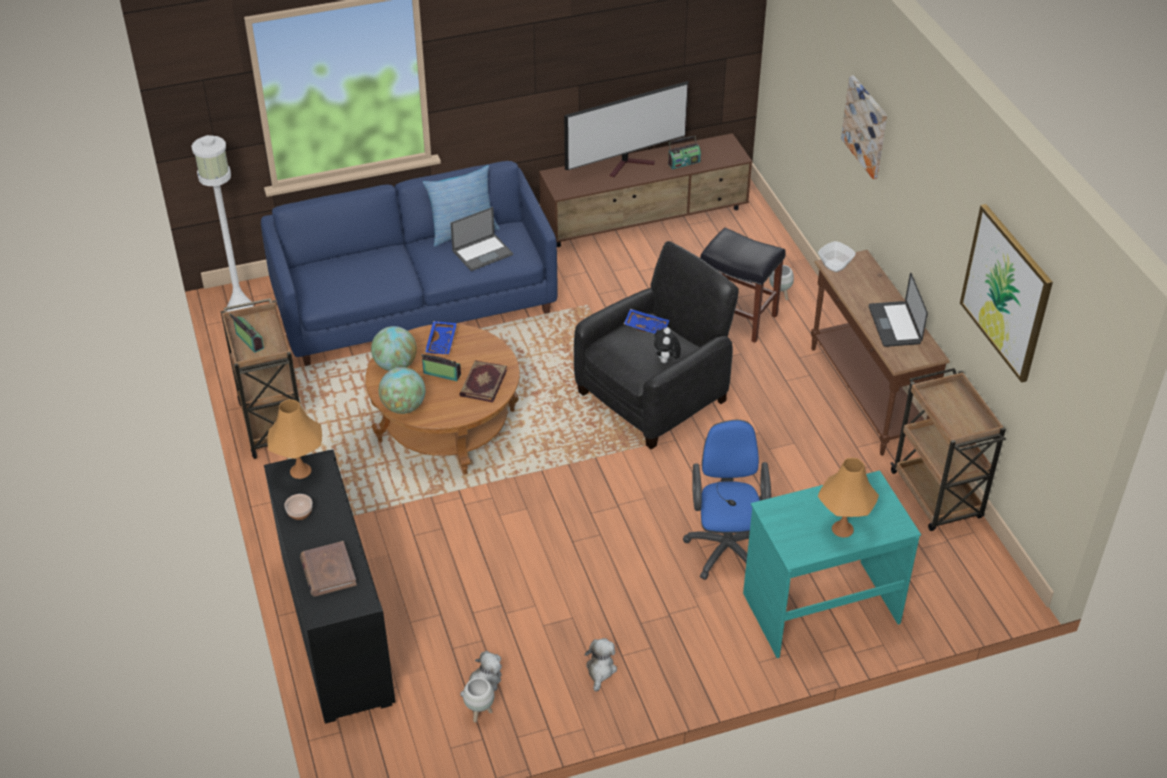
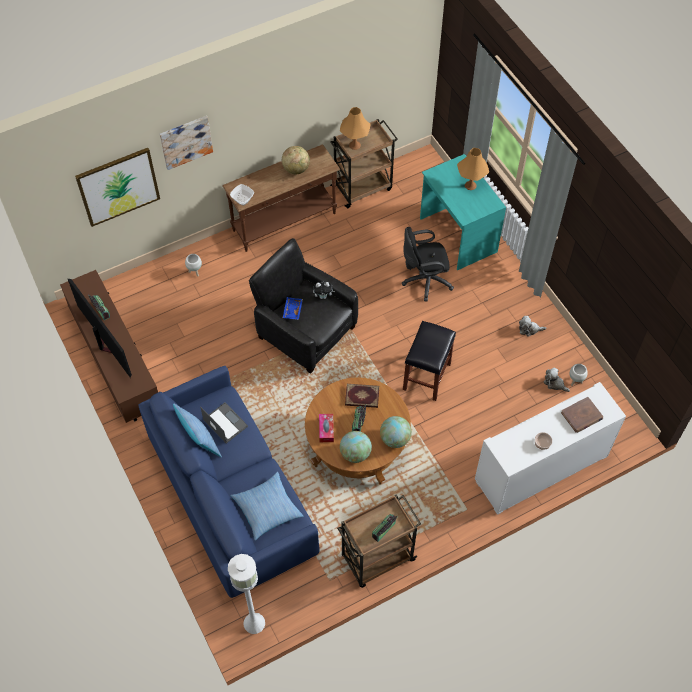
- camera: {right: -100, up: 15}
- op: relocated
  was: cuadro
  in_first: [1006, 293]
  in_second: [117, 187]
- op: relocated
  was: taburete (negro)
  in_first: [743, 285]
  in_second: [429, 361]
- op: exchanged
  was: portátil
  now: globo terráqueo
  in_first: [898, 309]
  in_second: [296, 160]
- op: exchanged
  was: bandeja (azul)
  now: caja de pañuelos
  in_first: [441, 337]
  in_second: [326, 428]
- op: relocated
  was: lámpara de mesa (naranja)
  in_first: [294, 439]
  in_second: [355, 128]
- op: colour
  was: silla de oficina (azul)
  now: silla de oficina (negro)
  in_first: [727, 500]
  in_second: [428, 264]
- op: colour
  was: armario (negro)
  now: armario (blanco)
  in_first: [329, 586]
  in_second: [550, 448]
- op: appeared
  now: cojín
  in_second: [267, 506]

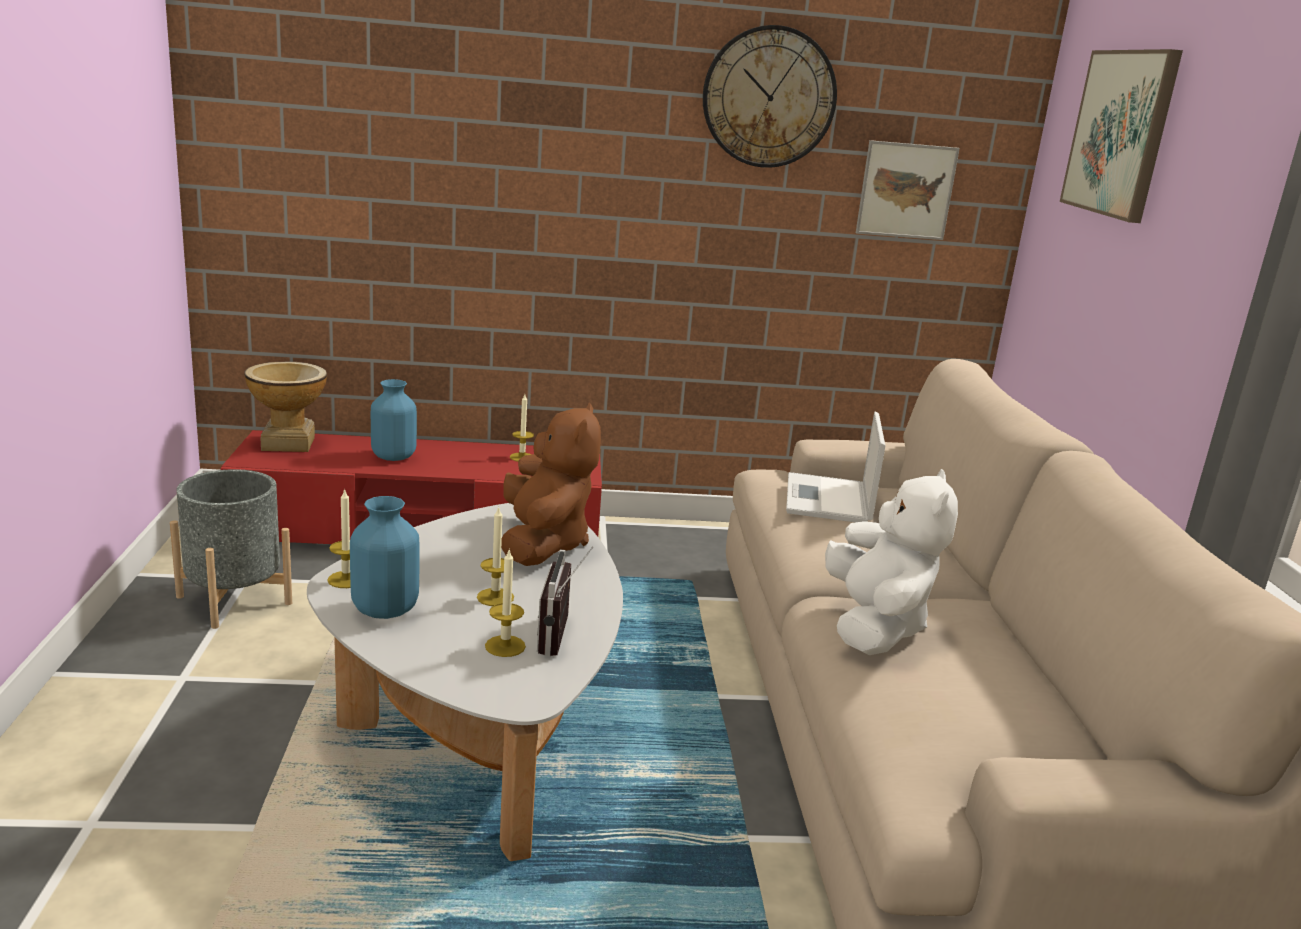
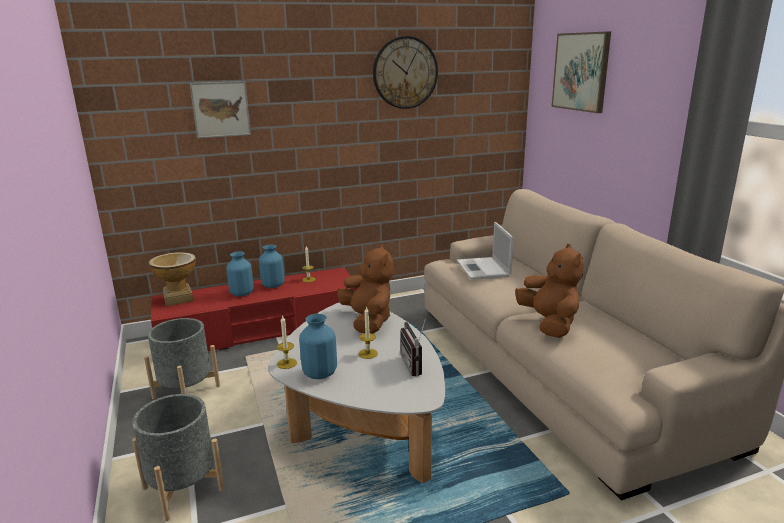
- camera: {right: -15, up: 0}
- op: relocated
  was: cuadro
  in_first: [908, 190]
  in_second: [220, 110]
- op: colour
  was: peluche (blanco)
  now: peluche (marrón)
  in_first: [891, 562]
  in_second: [549, 291]
- op: missing
  was: vela
  in_first: [505, 603]
- op: appeared
  now: florero (azul)
  in_second: [272, 266]
- op: appeared
  now: maceta (gris)
  in_second: [178, 457]

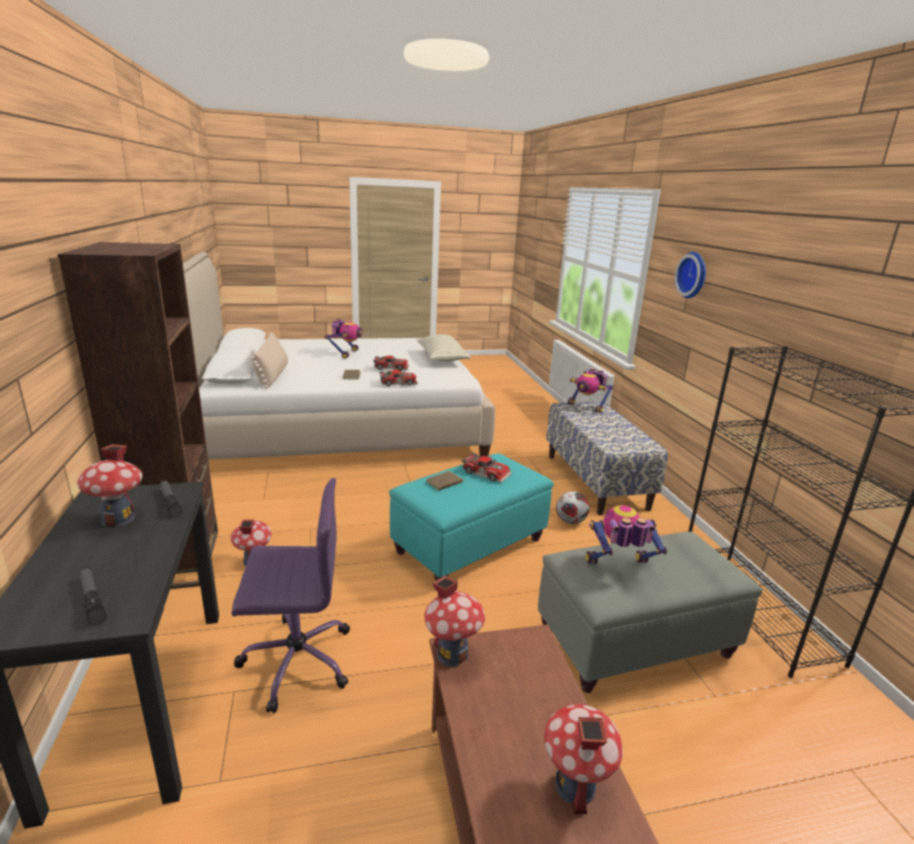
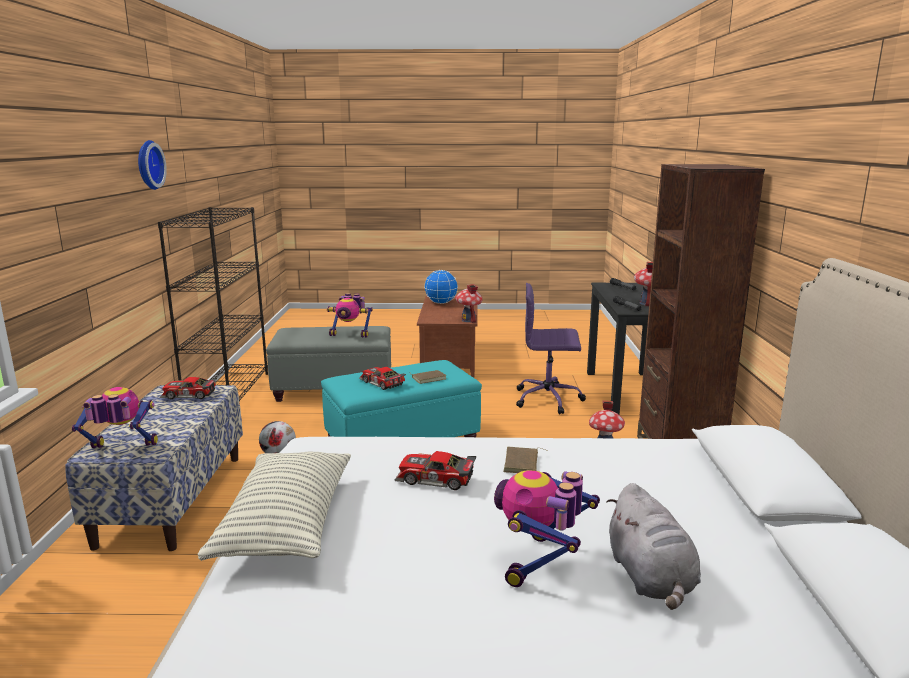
- camera: {right: -165, up: -5}
- op: relocated
  was: reloj de pared
  in_first: [690, 275]
  in_second: [152, 165]
- op: missing
  was: cojín (beis)
  in_first: [269, 360]
- op: spun
  was: robot de juguete
  in_first: [591, 390]
  in_second: [115, 417]
  clockwise: -60
- op: relocated
  was: coche de juguete
  in_first: [398, 378]
  in_second: [188, 388]
- op: exchanged
  was: casita
  now: globo terráqueo
  in_first: [583, 759]
  in_second: [441, 287]
- op: appeared
  now: peluche (gris)
  in_second: [654, 546]

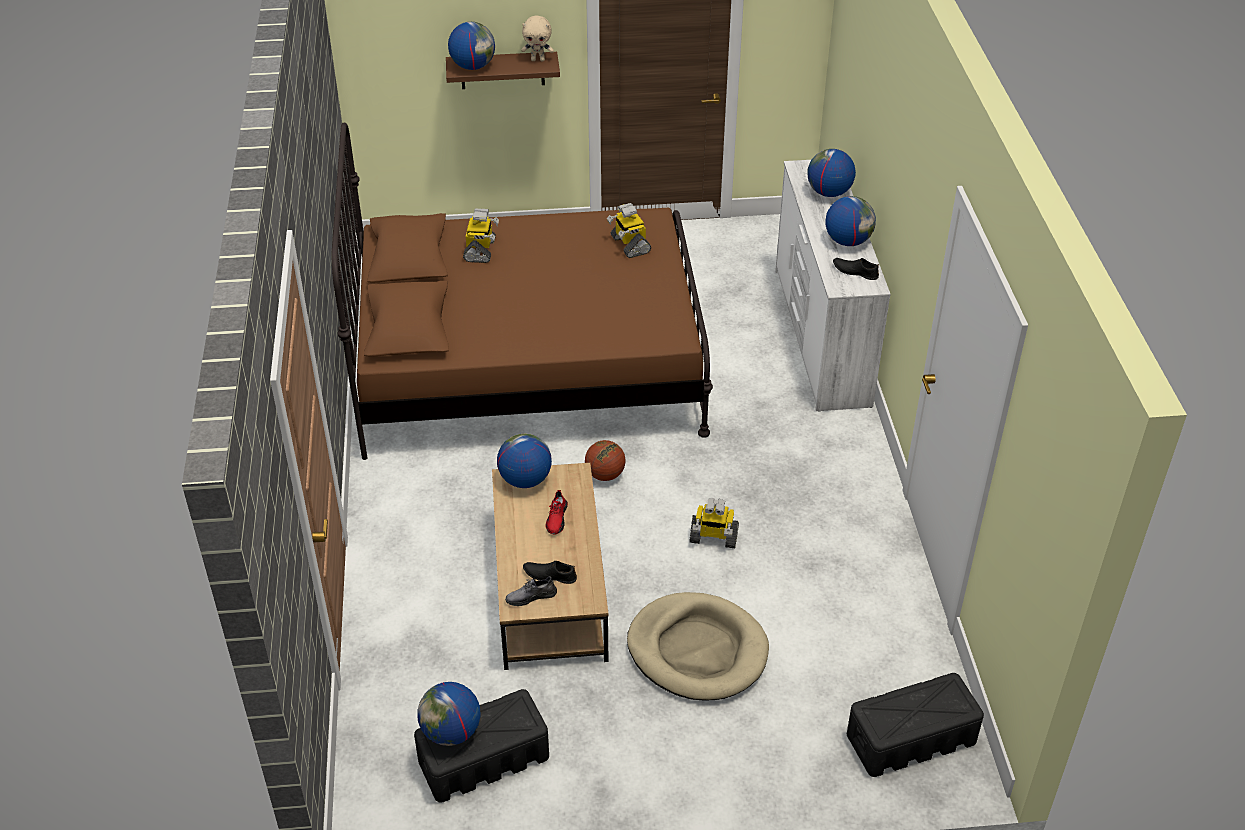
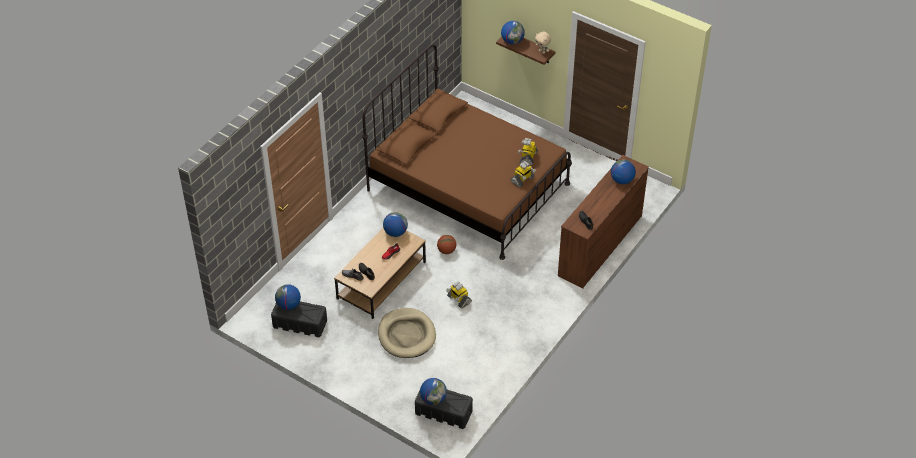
- camera: {right: 40, up: 5}
- op: colour
  was: cómoda (blanco)
  now: cómoda (marrón)
  in_first: [833, 286]
  in_second: [603, 222]
- op: relocated
  was: globo terráqueo
  in_first: [850, 221]
  in_second: [433, 391]
- op: relocated
  was: robot de juguete
  in_first: [481, 236]
  in_second: [523, 174]

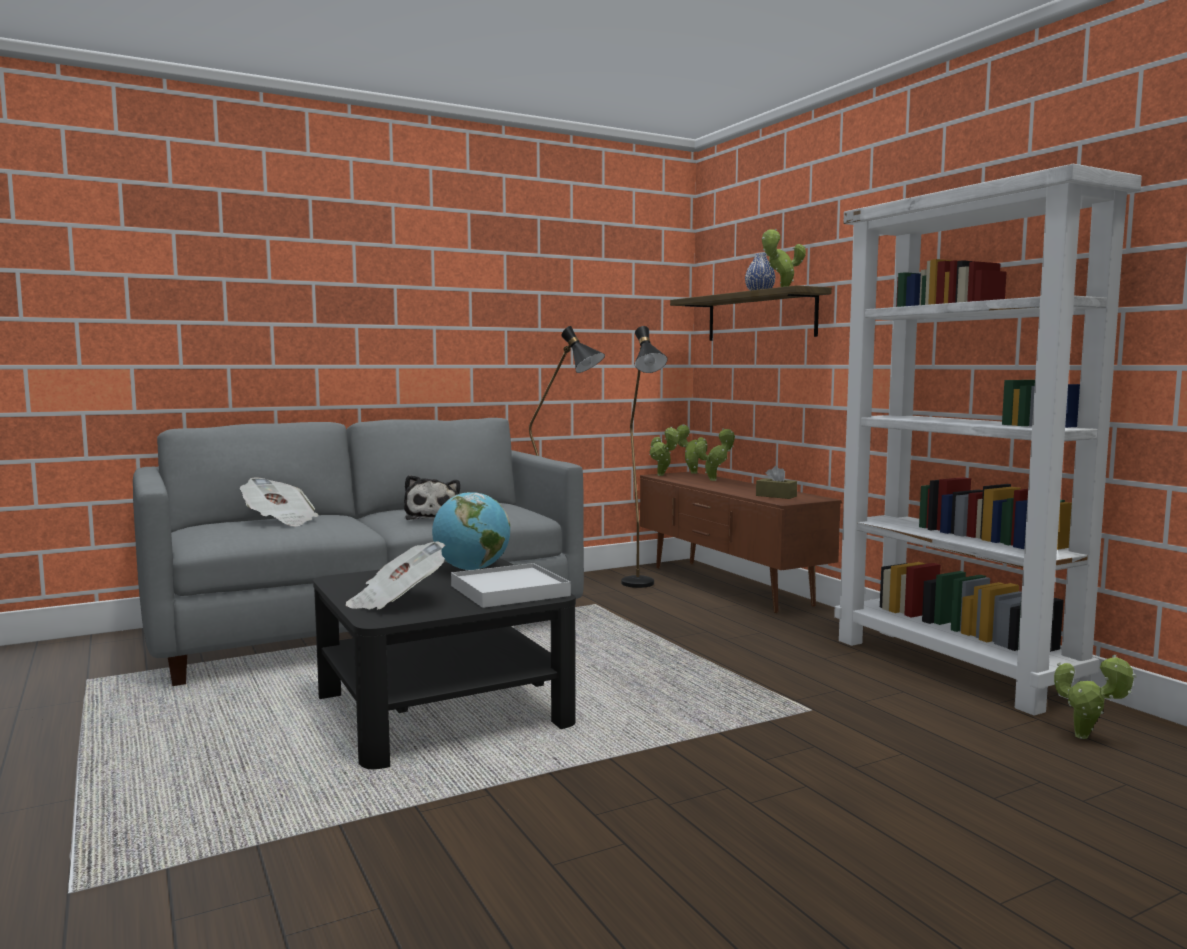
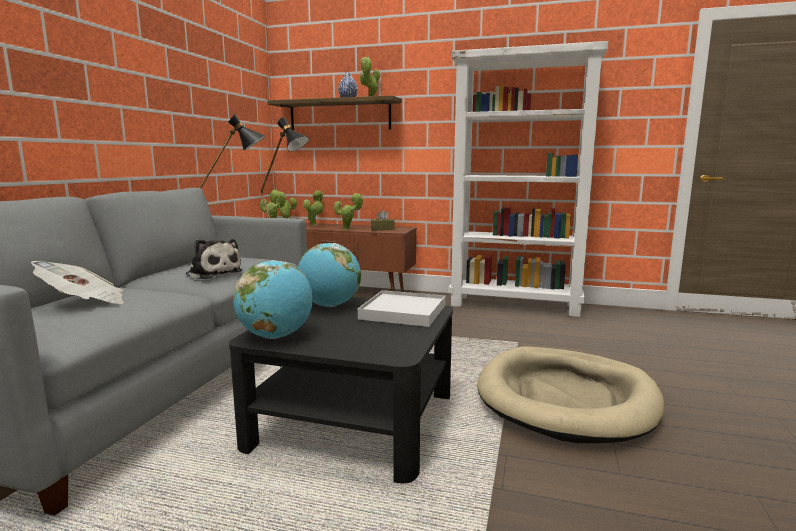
- camera: {right: -45, up: 5}
- op: missing
  was: periódico
  in_first: [395, 575]
- op: relocated
  was: planta en maceta
  in_first: [1095, 697]
  in_second: [349, 211]
- op: appeared
  now: globo terráqueo
  in_second: [273, 299]
- op: appeared
  now: cama para perro (beis)
  in_second: [570, 395]

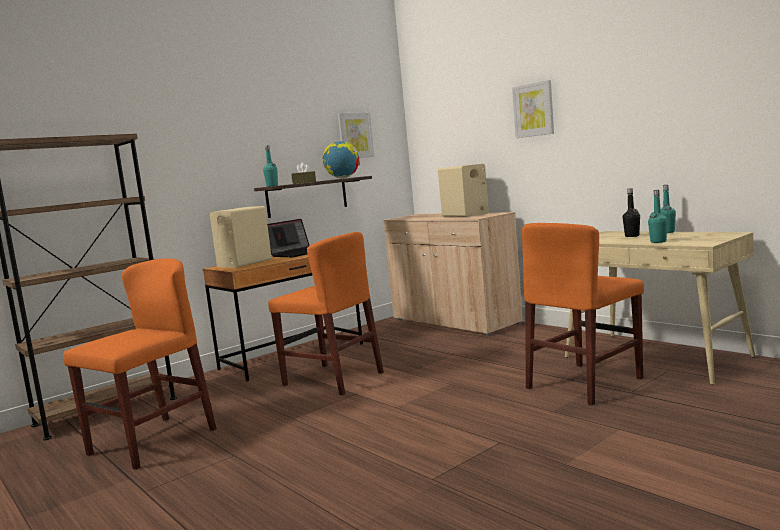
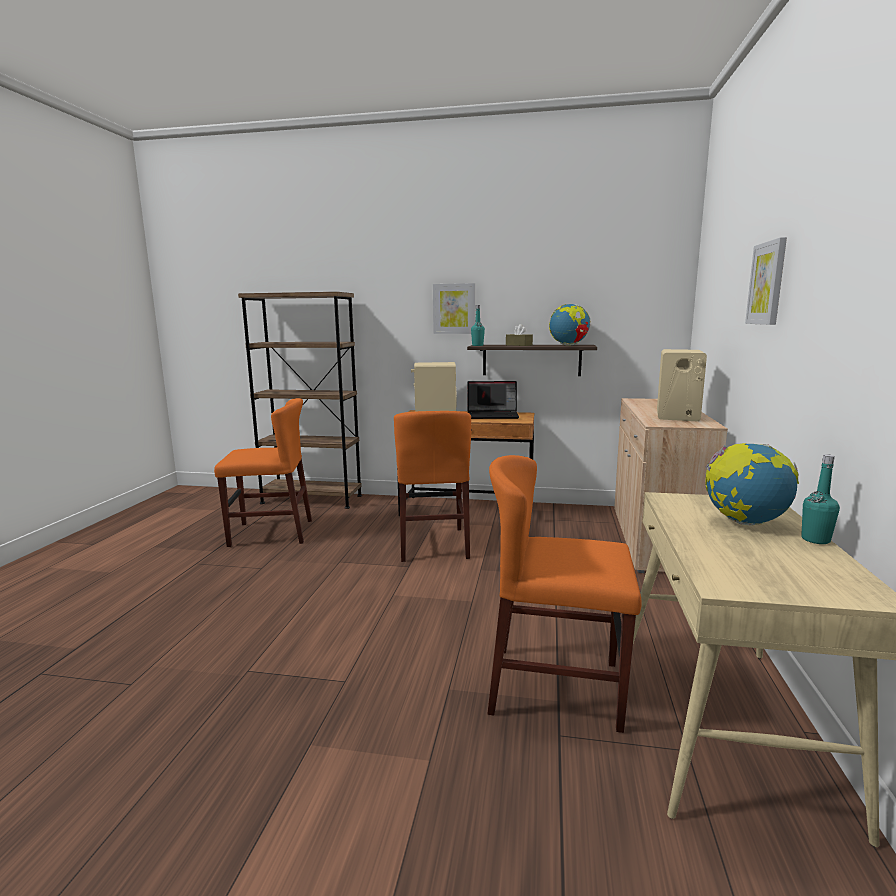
- camera: {right: 50, up: 5}
- op: relocated
  was: cuadro
  in_first: [356, 135]
  in_second: [454, 308]
- op: exchanged
  was: botella (negro)
  now: globo terráqueo
  in_first: [631, 212]
  in_second: [752, 484]
- op: missing
  was: botella (turquesa)
  in_first: [658, 216]

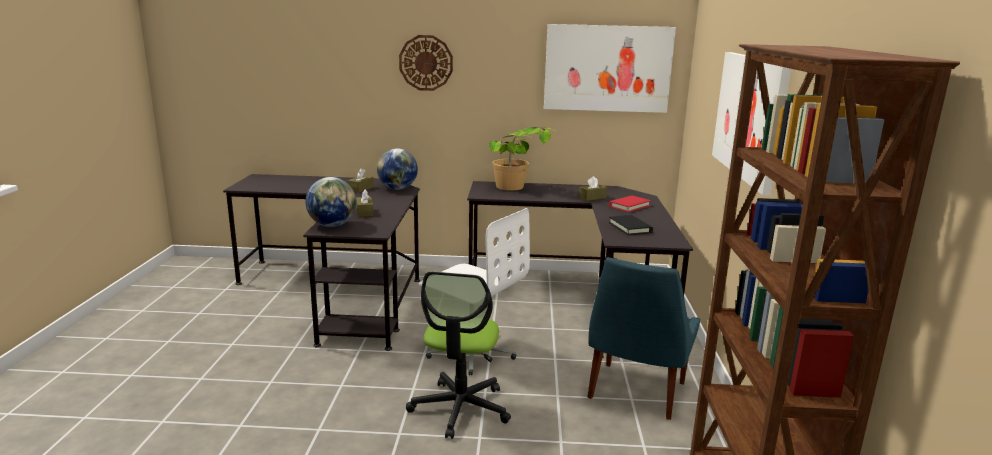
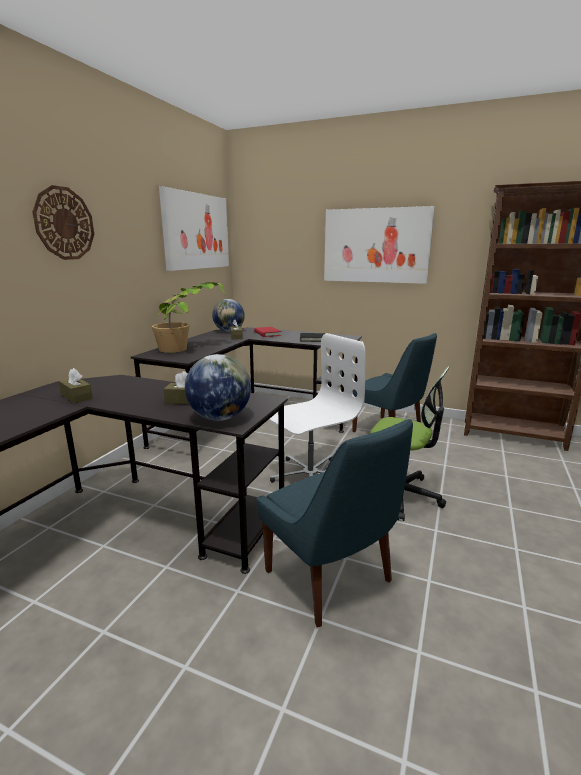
- camera: {right: -70, up: 0}
- op: relocated
  was: globo terráqueo
  in_first: [397, 169]
  in_second: [228, 315]
- op: appeared
  now: silla (azul)
  in_second: [335, 523]

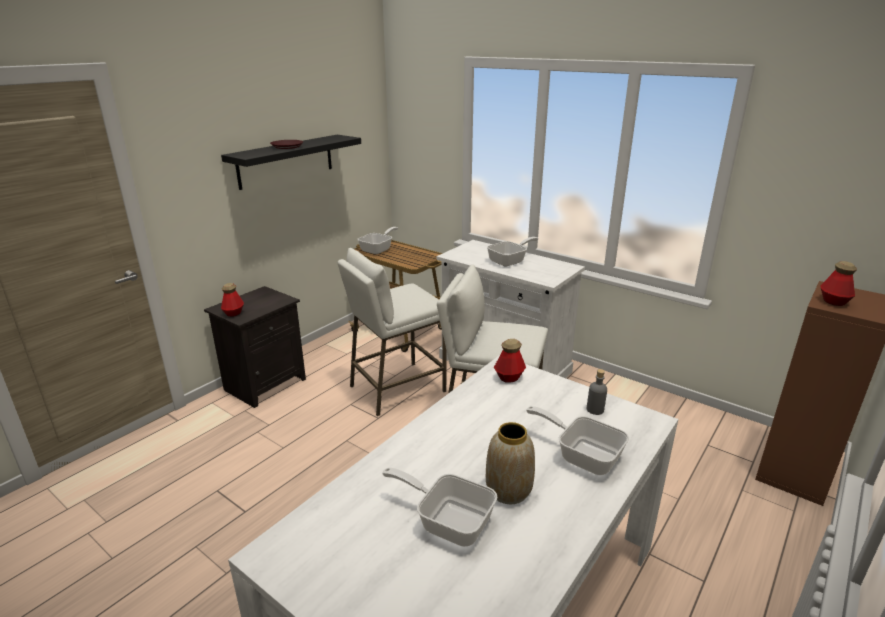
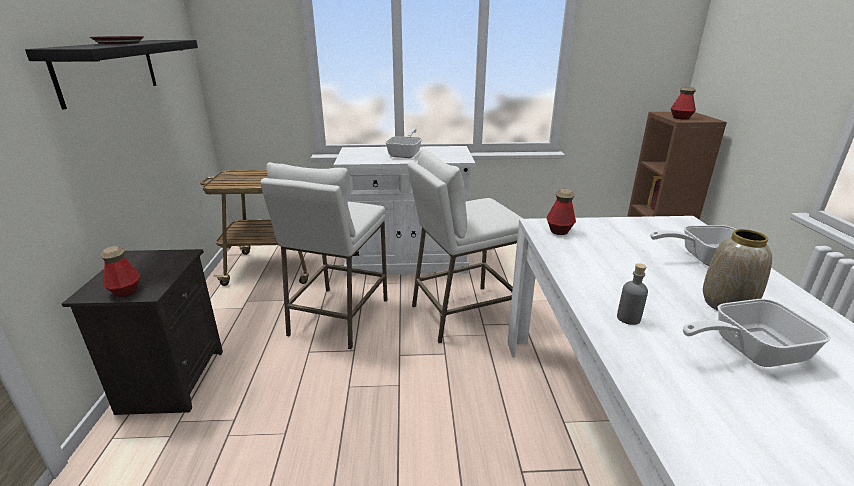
- camera: {right: -40, up: 0}
- op: missing
  was: sartén
  in_first: [377, 240]
- op: relocated
  was: botella (gris)
  in_first: [597, 392]
  in_second: [632, 294]

